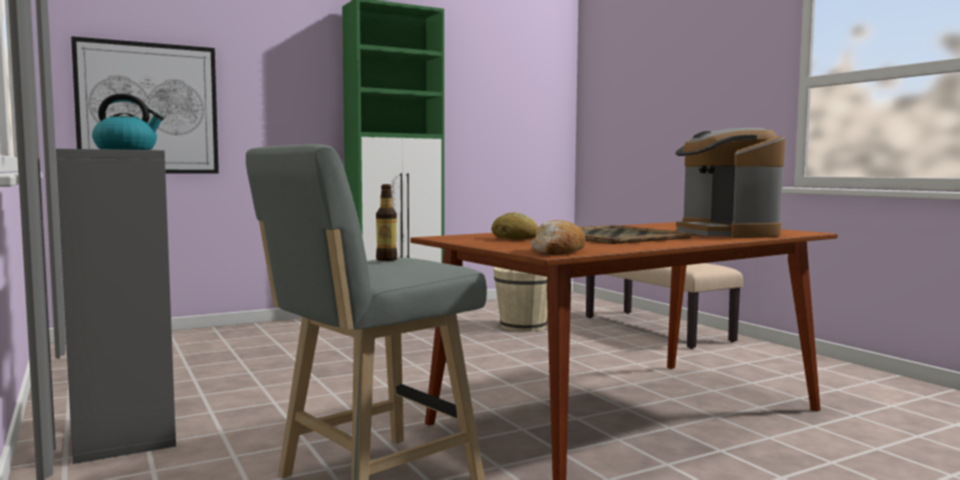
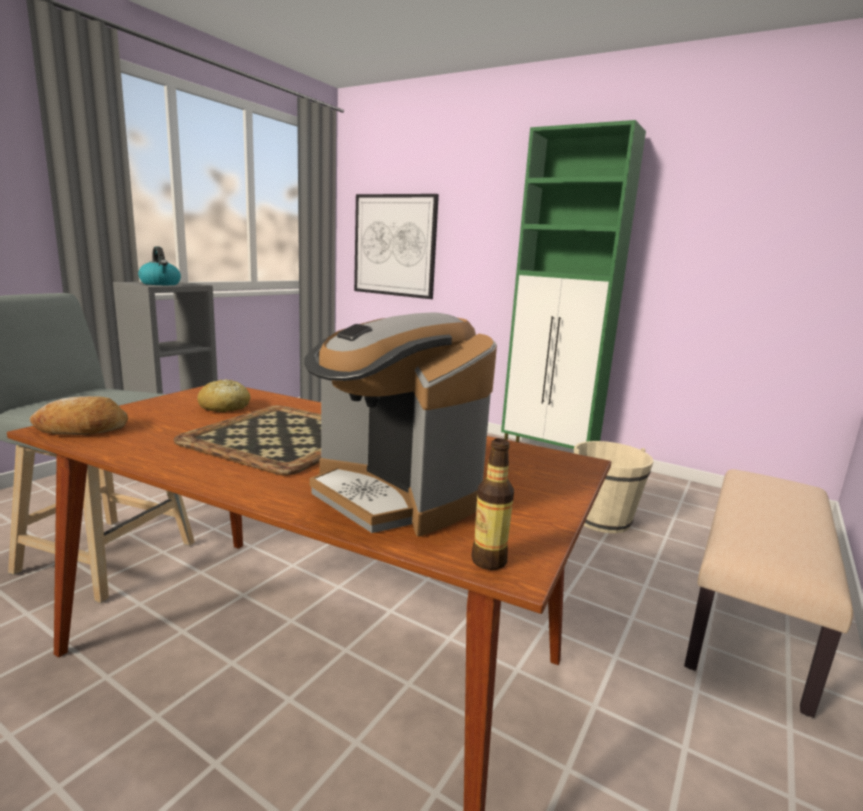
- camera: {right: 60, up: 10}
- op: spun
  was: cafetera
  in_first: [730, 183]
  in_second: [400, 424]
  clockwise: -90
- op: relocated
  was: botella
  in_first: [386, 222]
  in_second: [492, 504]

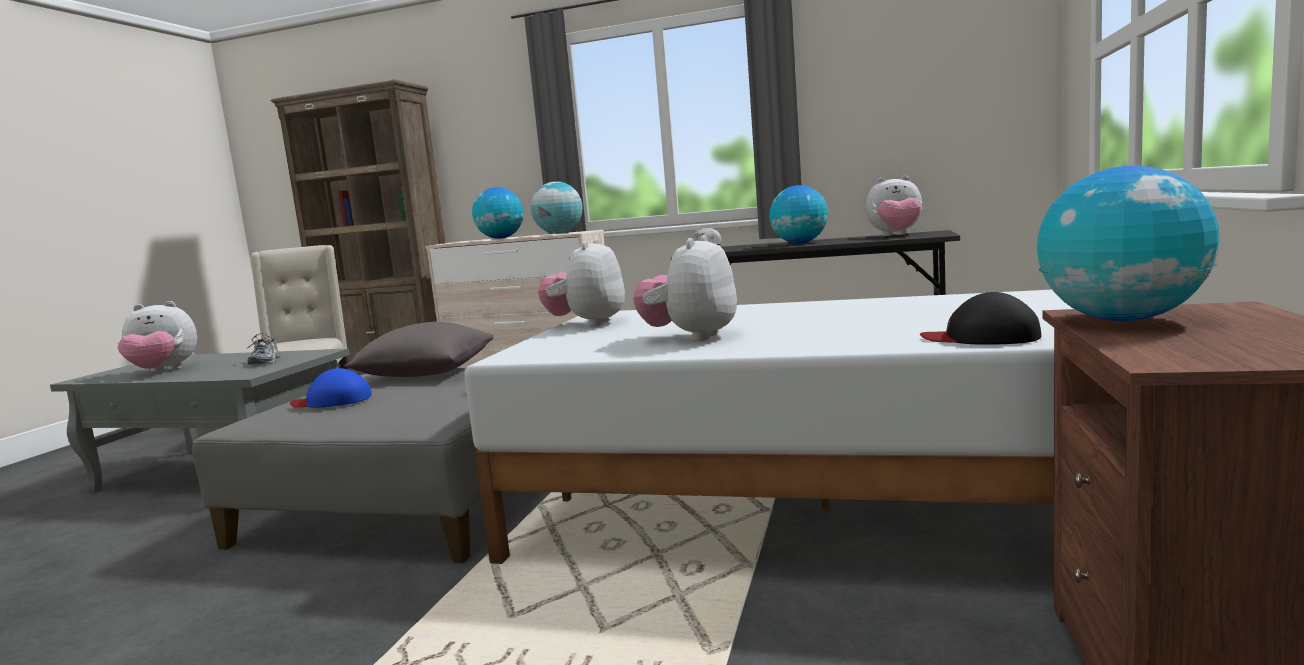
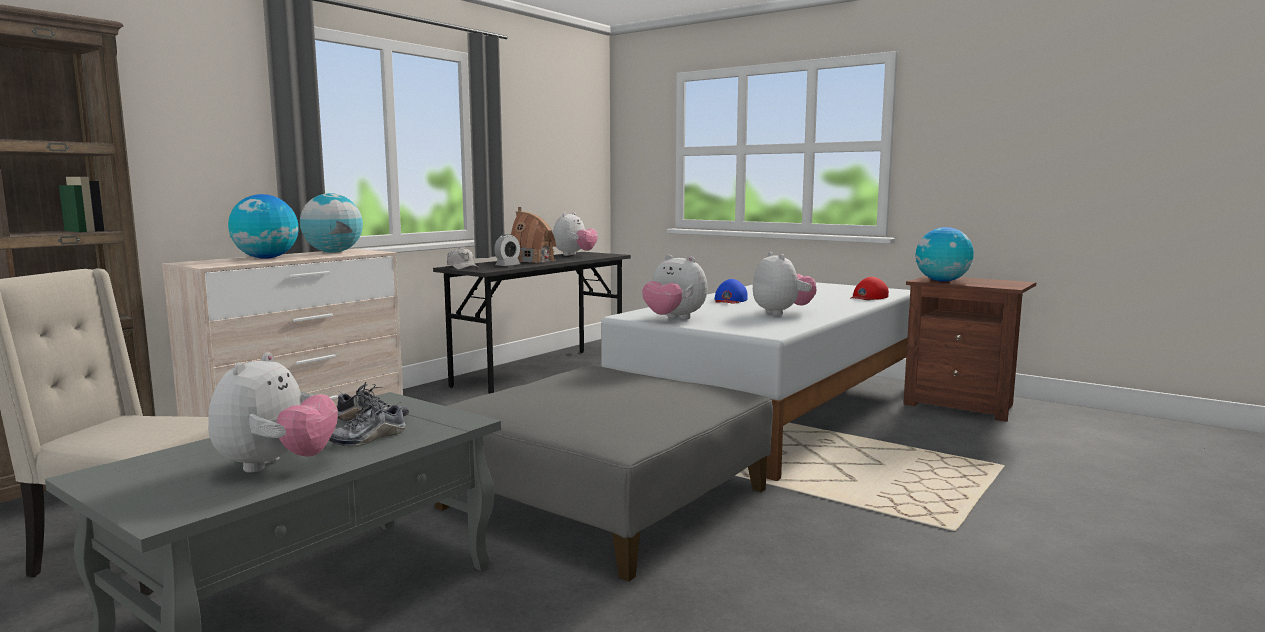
- camera: {right: -70, up: 0}
- op: exchanged
  was: globo terráqueo
  now: casita
  in_first: [799, 214]
  in_second: [533, 235]
- op: spun
  was: peluche
  in_first: [685, 288]
  in_second: [784, 284]
  clockwise: -150
- op: colour
  was: gorra (negro)
  now: gorra (rojo)
  in_first: [981, 318]
  in_second: [870, 288]
- op: missing
  was: cojín (gris)
  in_first: [419, 349]
- op: relocated
  was: gorra (azul)
  in_first: [331, 388]
  in_second: [731, 291]
- op: appeared
  now: despertador
  in_second: [507, 250]
- op: appeared
  now: zapato
  in_second: [367, 422]

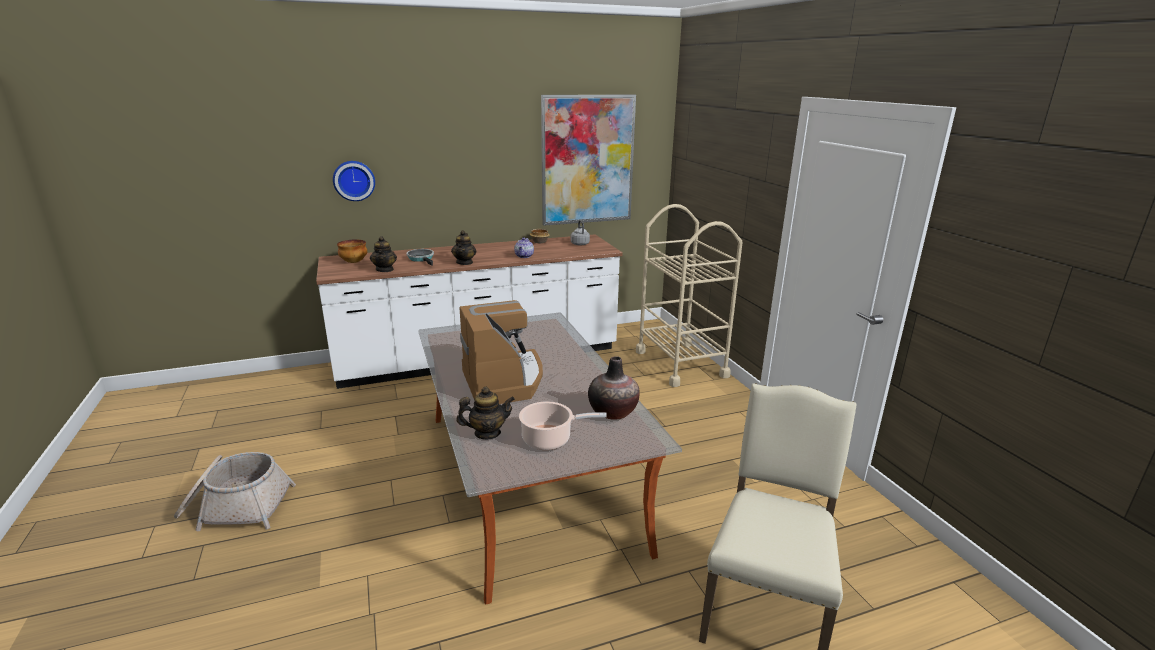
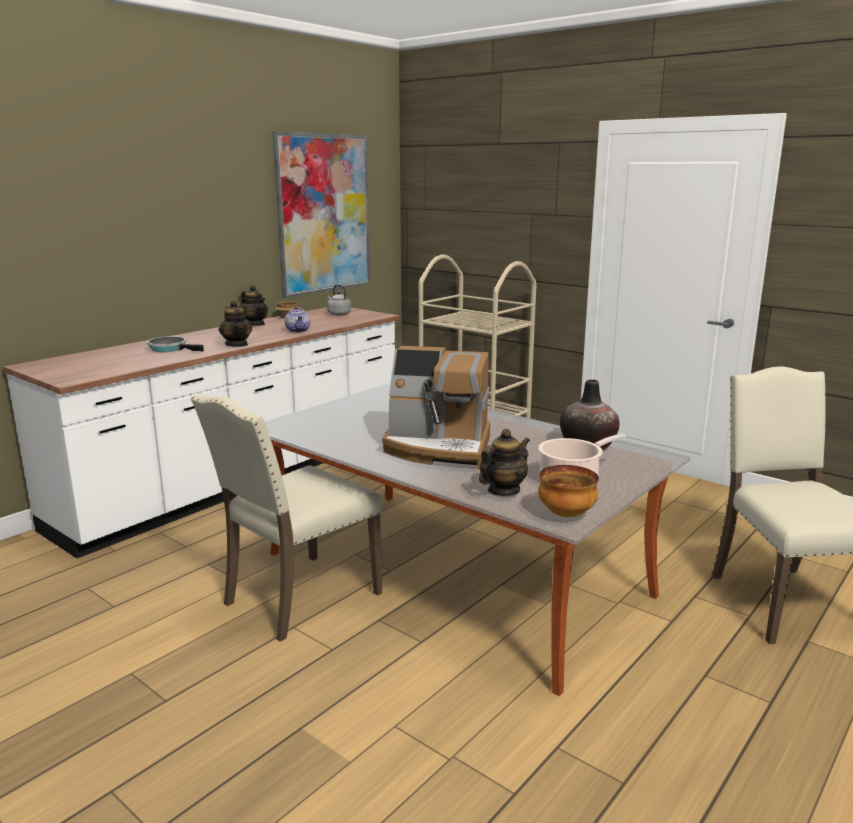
- camera: {right: -30, up: -5}
- op: missing
  was: reloj de pared
  in_first: [354, 181]
- op: relocated
  was: tetera
  in_first: [383, 254]
  in_second: [254, 305]
- op: relocated
  was: cuenco
  in_first: [352, 251]
  in_second: [568, 491]
- op: spun
  was: cafetera
  in_first: [501, 352]
  in_second: [436, 407]
  clockwise: 150
- op: missing
  was: cesta
  in_first: [235, 491]
- op: appeared
  now: silla (beis)
  in_second: [286, 517]

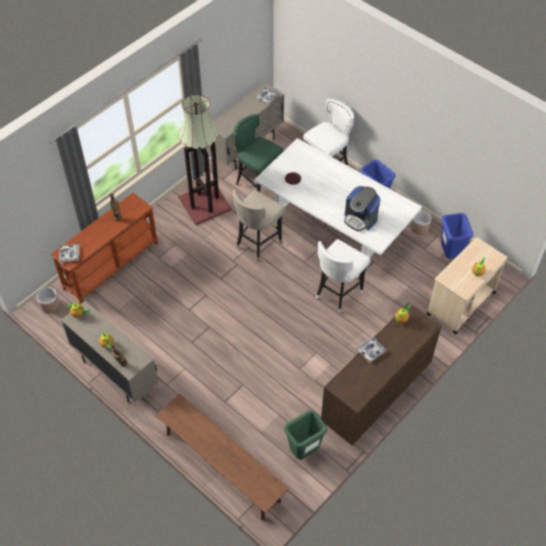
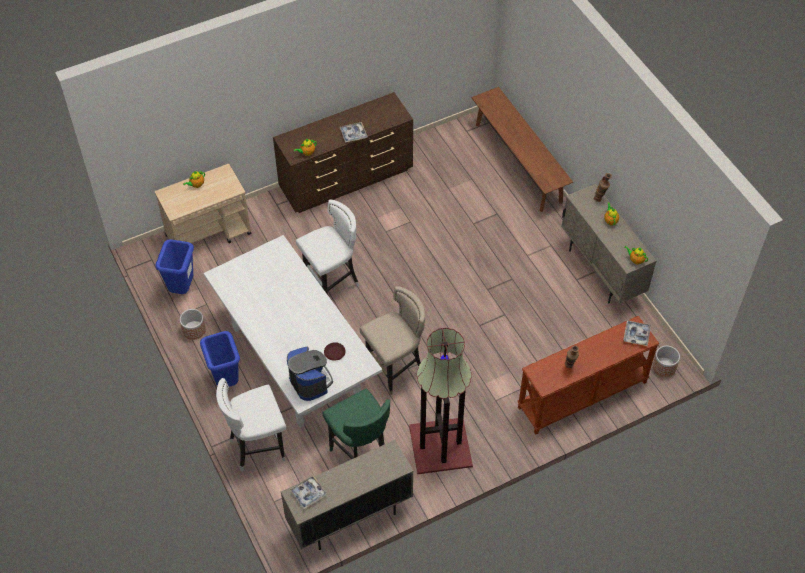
- camera: {right: -160, up: 0}
- op: relocated
  was: cafetera
  in_first: [362, 209]
  in_second: [310, 374]
- op: missing
  was: papelera (verde)
  in_first: [305, 435]

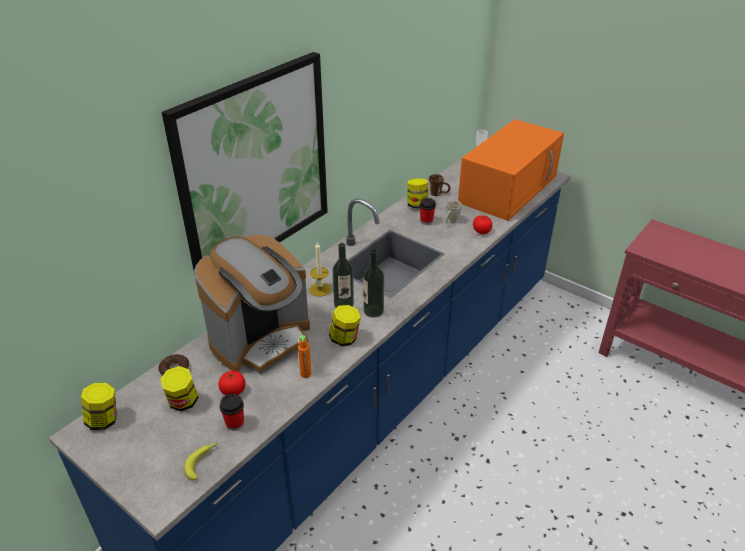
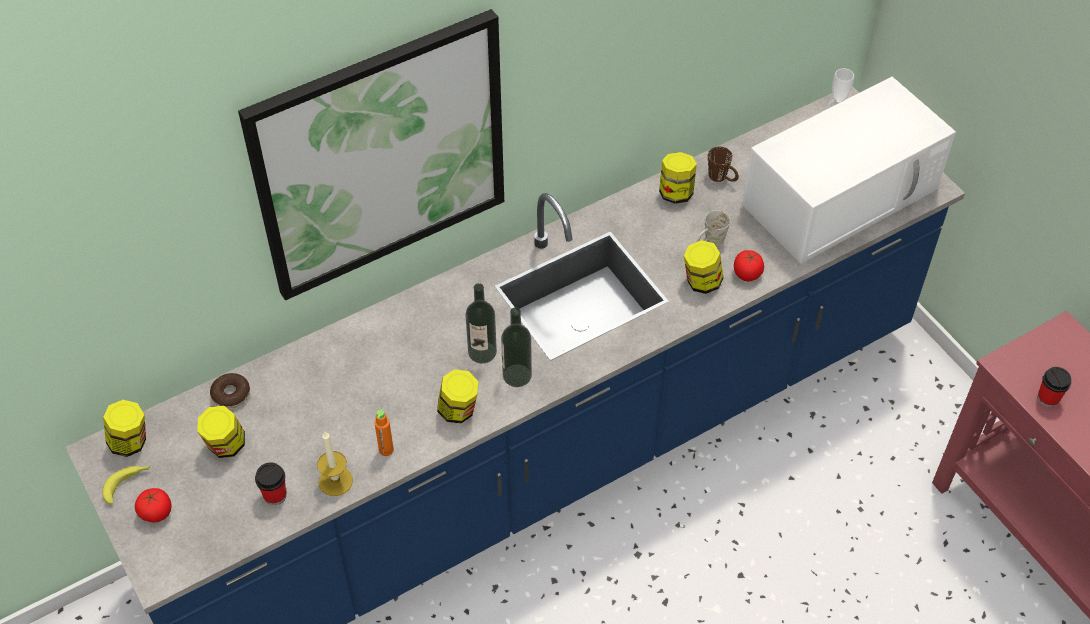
- camera: {right: 20, up: 15}
- op: colour
  was: microondas (naranja)
  now: microondas (blanco)
  in_first: [511, 170]
  in_second: [849, 170]
- op: relocated
  was: taza
  in_first: [427, 211]
  in_second: [1054, 387]
- op: missing
  was: cafetera
  in_first: [252, 304]
- op: relocated
  was: vela
  in_first: [320, 269]
  in_second: [335, 464]
- op: relocated
  was: tomate
  in_first: [232, 383]
  in_second: [153, 505]
- op: relocated
  was: plátano
  in_first: [200, 461]
  in_second: [126, 484]
- op: appeared
  now: tarro
  in_second: [703, 267]

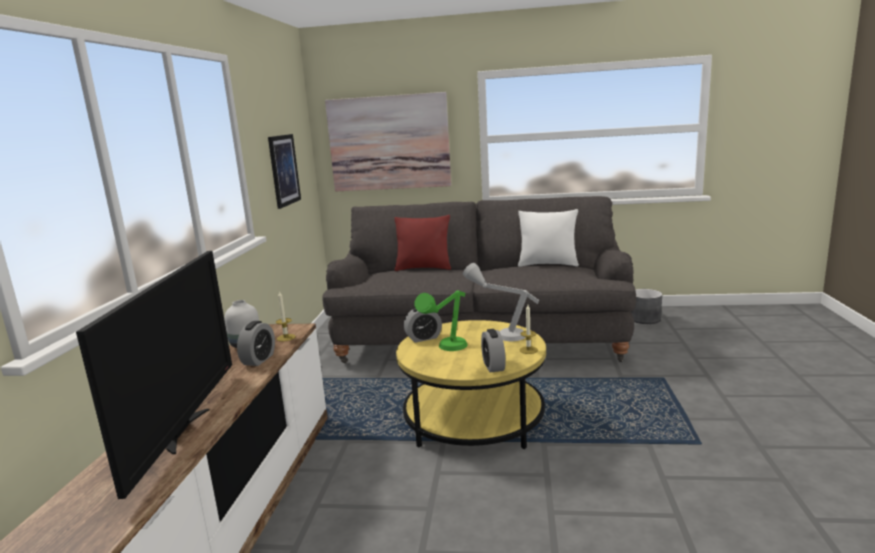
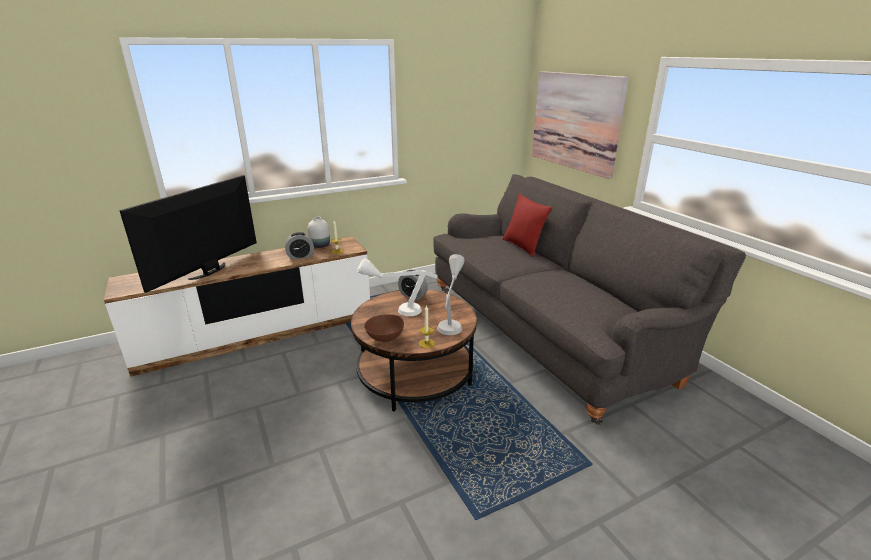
- camera: {right: 55, up: 10}
- op: missing
  was: cuadro
  in_first: [284, 171]
- op: missing
  was: cojín (blanco)
  in_first: [548, 238]
- op: spun
  was: televisor
  in_first: [154, 375]
  in_second: [188, 234]
  clockwise: 150
- op: missing
  was: maceta (gris)
  in_first: [646, 306]
- op: colour
  was: lámpara de mesa (verde)
  now: lámpara de mesa (blanco)
  in_first: [441, 321]
  in_second: [397, 287]
- op: colour
  was: mesa de centro (amarillo)
  now: mesa de centro (marrón)
  in_first: [471, 384]
  in_second: [414, 351]
- op: exchanged
  was: despertador
  now: cuenco (marrón)
  in_first: [493, 351]
  in_second: [384, 328]

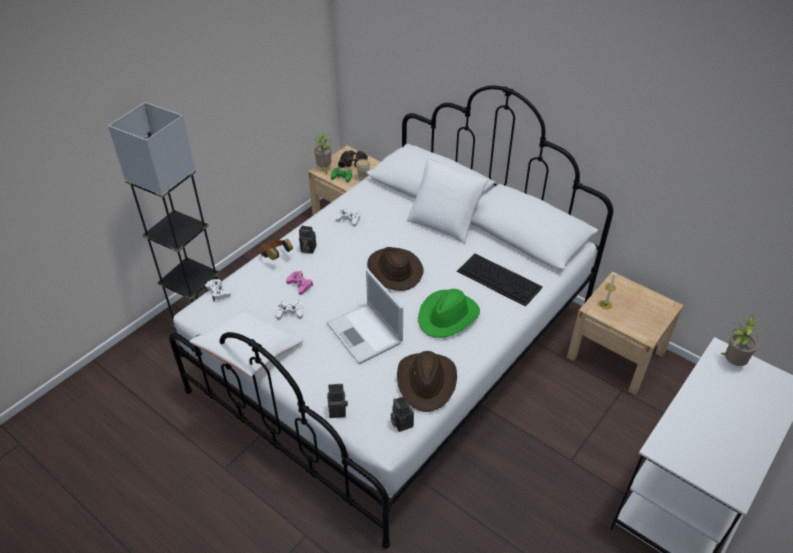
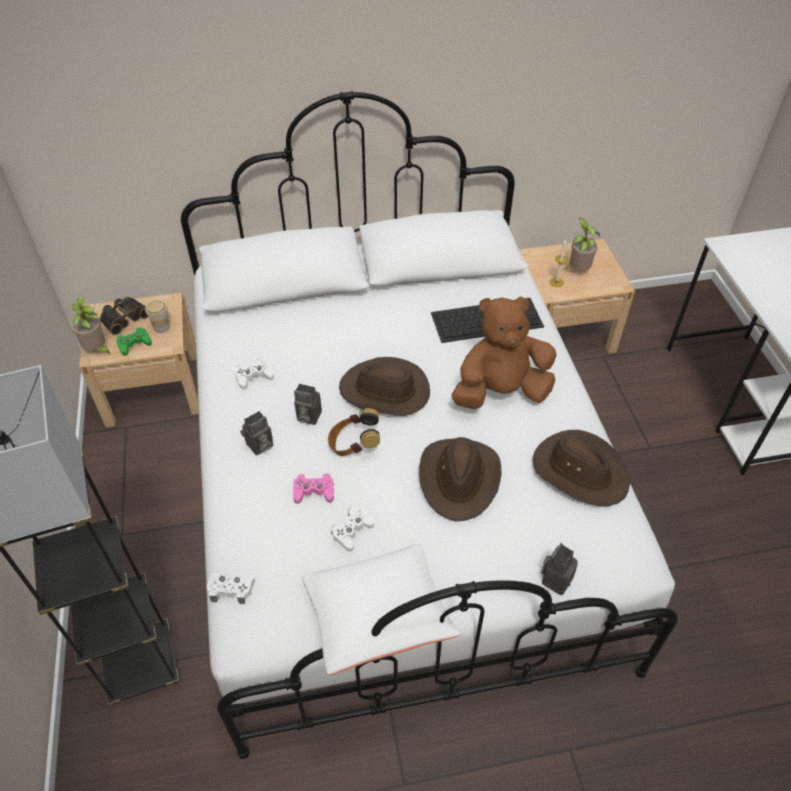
- camera: {right: -50, up: 5}
- op: missing
  was: cojín (blanco)
  in_first: [447, 200]
- op: relocated
  was: auriculares
  in_first: [276, 249]
  in_second: [354, 432]
- op: exchanged
  was: portátil
  now: sombrero (marrón)
  in_first: [365, 316]
  in_second: [460, 479]
- op: exchanged
  was: sombrero (verde)
  now: peluche (marrón)
  in_first: [449, 313]
  in_second: [504, 352]
- op: relocated
  was: planta en maceta
  in_first: [739, 340]
  in_second: [581, 244]
- op: relocated
  was: cámara
  in_first: [402, 414]
  in_second: [308, 404]

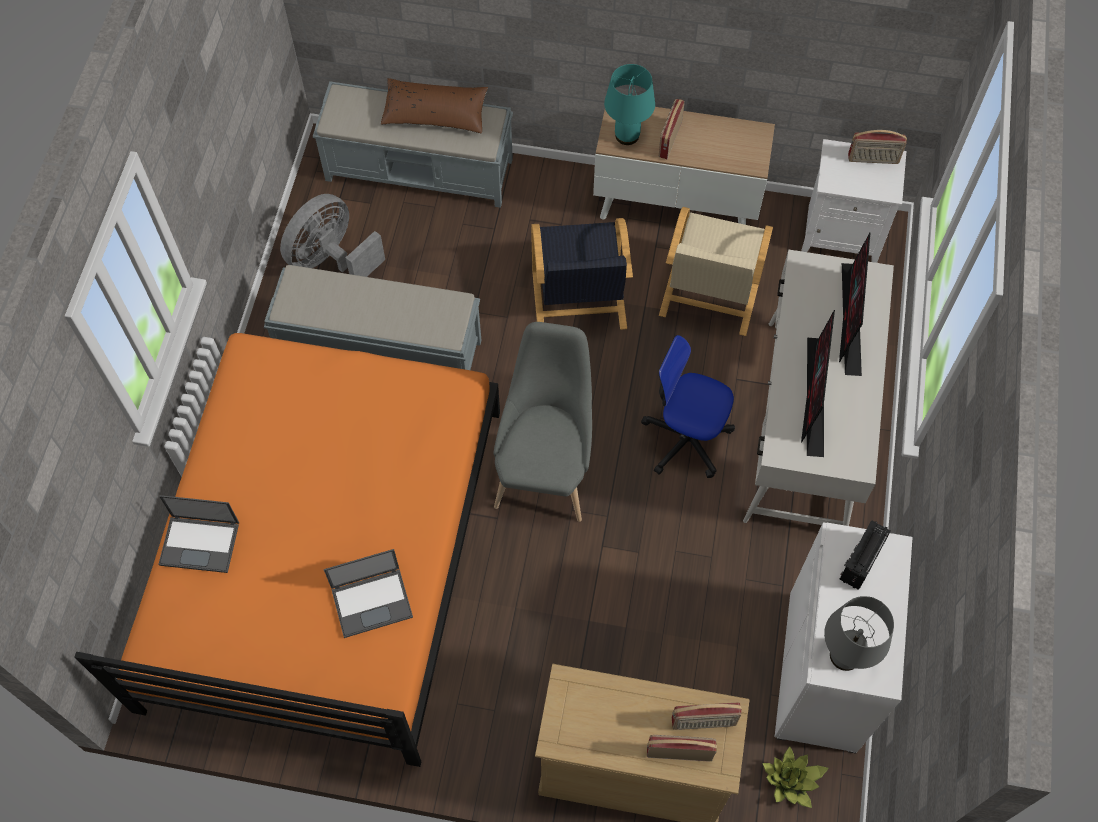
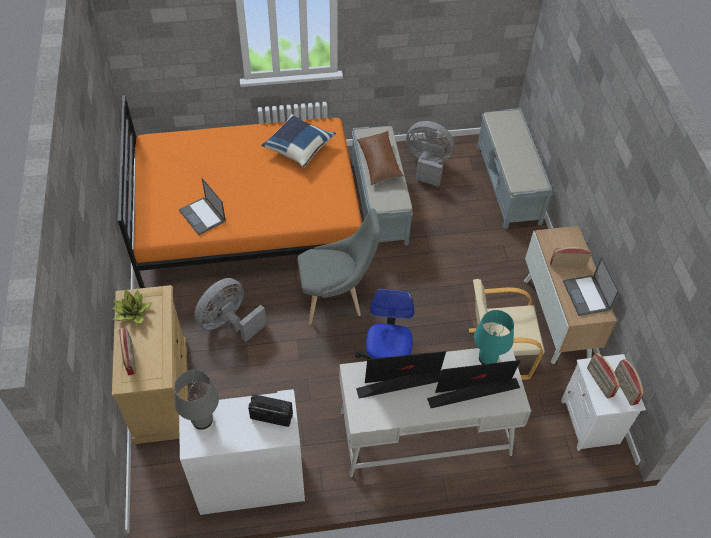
- camera: {right: 70, up: -10}
- op: relocated
  was: lámpara de mesa (turquesa)
  in_first: [629, 104]
  in_second: [494, 337]
- op: relocated
  was: cojín (marrón)
  in_first: [434, 106]
  in_second: [380, 158]
- op: missing
  was: sillón (negro)
  in_first: [582, 274]
- op: relocated
  was: portátil
  in_first: [198, 534]
  in_second: [591, 286]
- op: relocated
  was: radio
  in_first: [706, 716]
  in_second: [603, 376]
- op: relocated
  was: planta en maceta
  in_first: [795, 777]
  in_second: [133, 306]
- op: appeared
  now: cojín (azul)
  in_second: [298, 141]
- op: appeared
  now: ventilador (gris)
  in_second: [230, 310]

